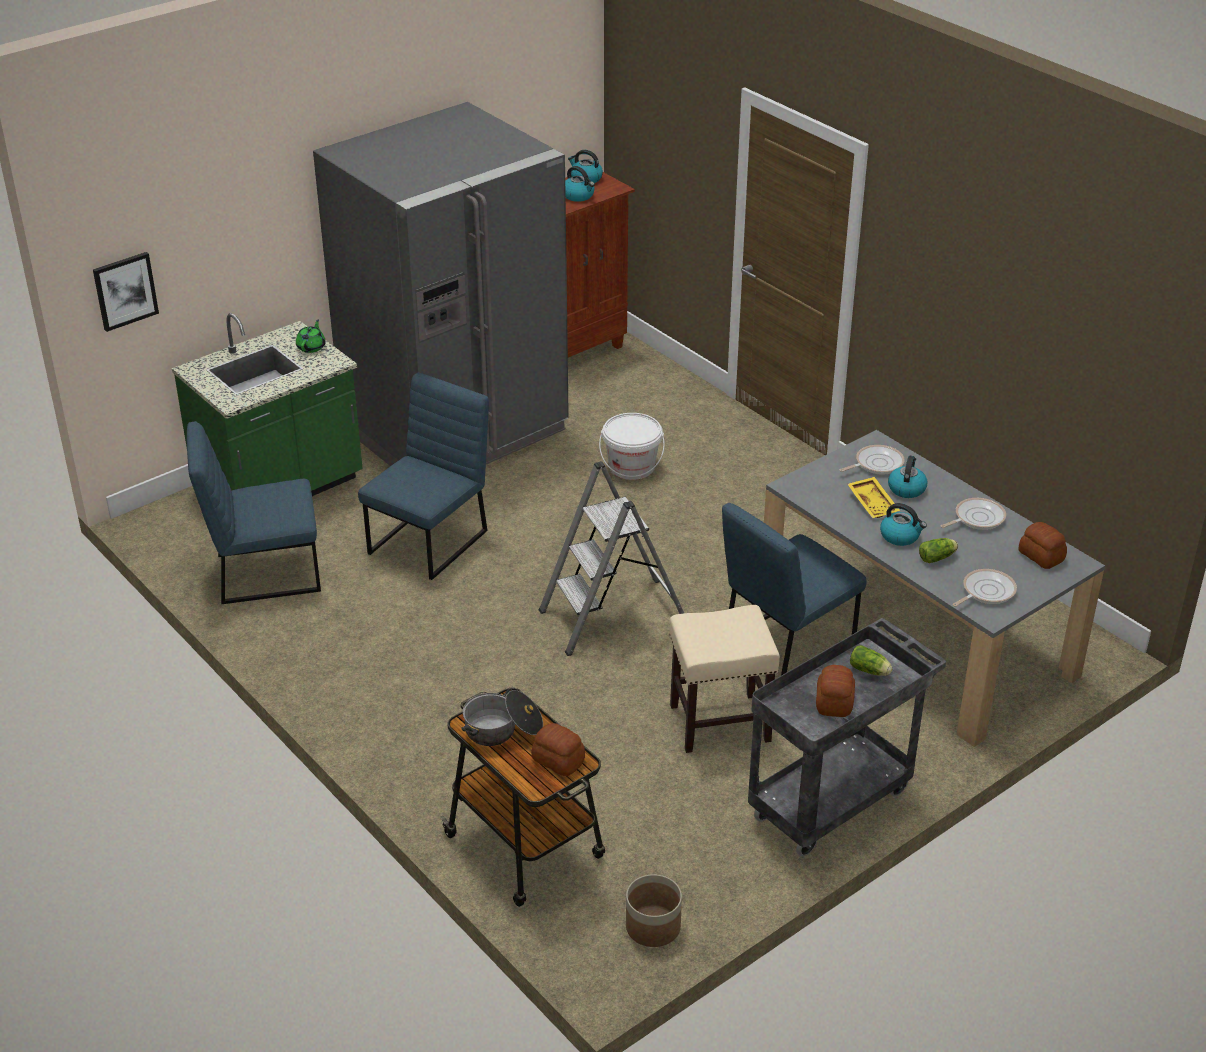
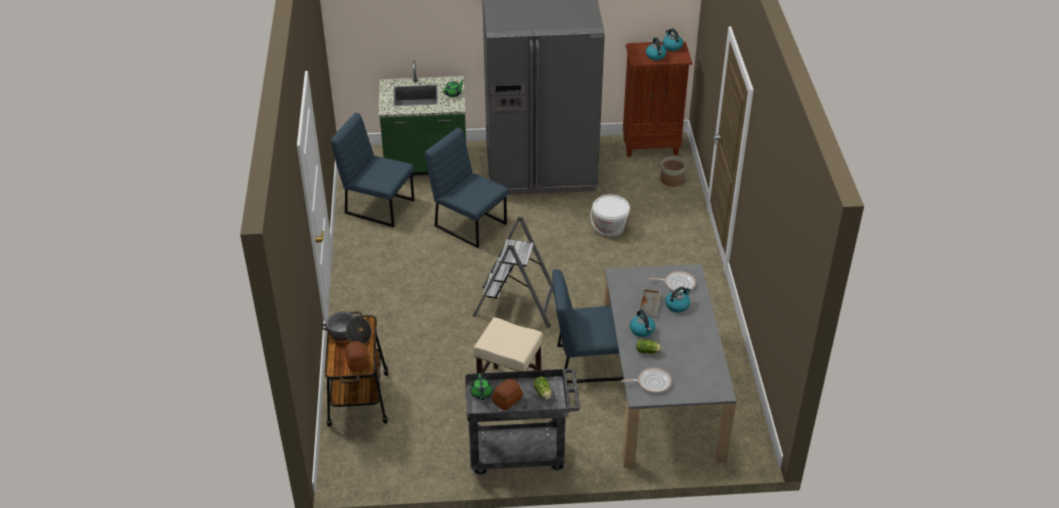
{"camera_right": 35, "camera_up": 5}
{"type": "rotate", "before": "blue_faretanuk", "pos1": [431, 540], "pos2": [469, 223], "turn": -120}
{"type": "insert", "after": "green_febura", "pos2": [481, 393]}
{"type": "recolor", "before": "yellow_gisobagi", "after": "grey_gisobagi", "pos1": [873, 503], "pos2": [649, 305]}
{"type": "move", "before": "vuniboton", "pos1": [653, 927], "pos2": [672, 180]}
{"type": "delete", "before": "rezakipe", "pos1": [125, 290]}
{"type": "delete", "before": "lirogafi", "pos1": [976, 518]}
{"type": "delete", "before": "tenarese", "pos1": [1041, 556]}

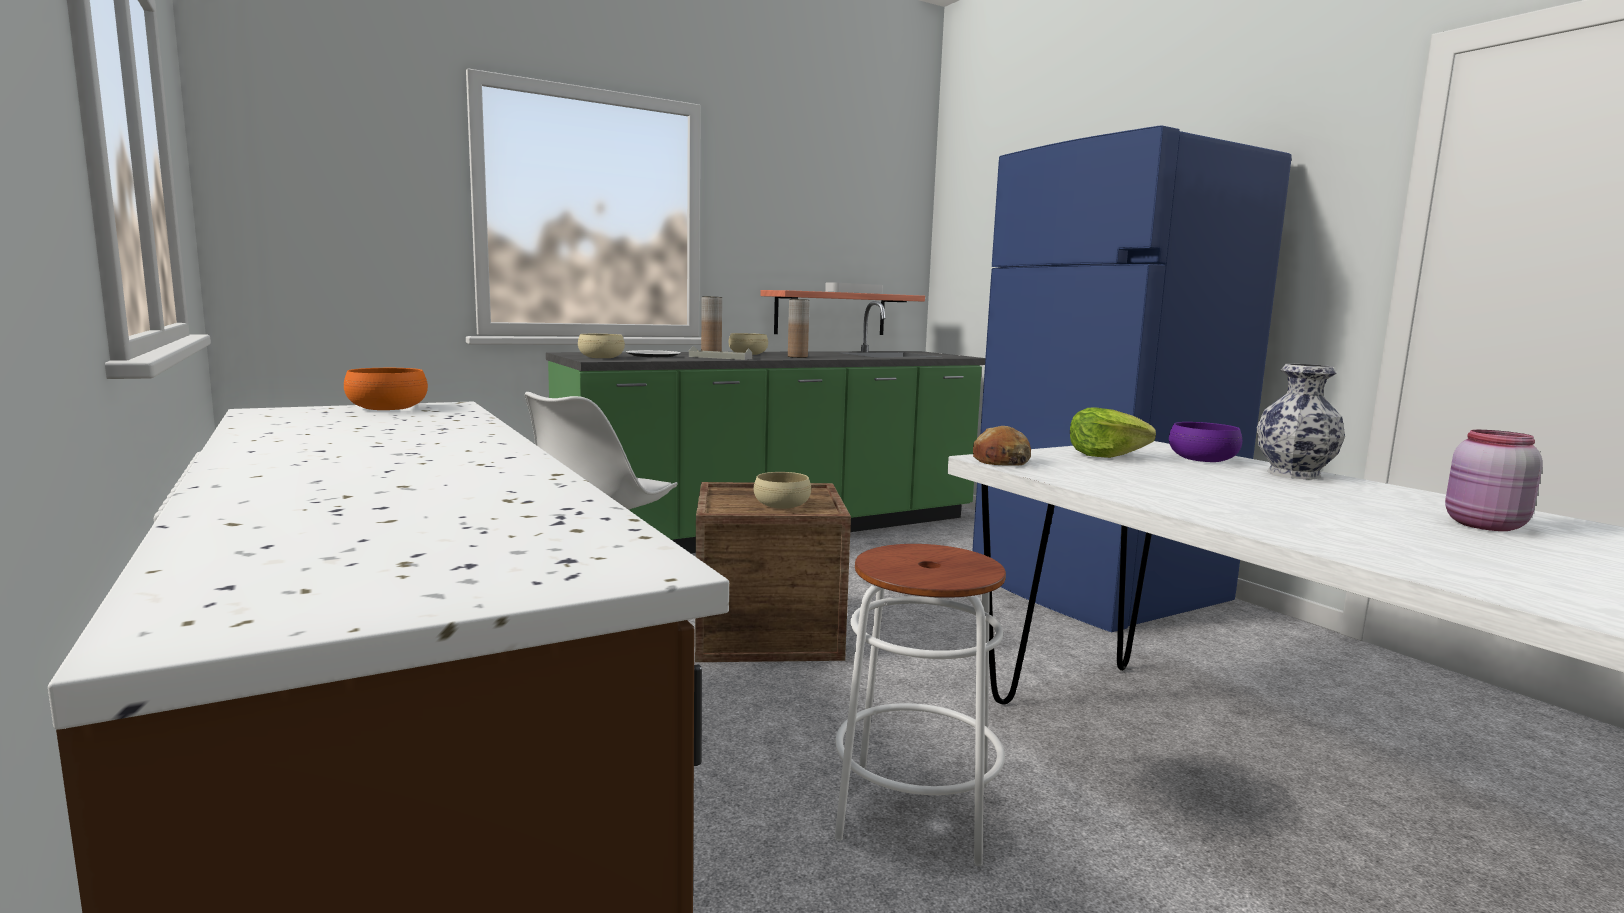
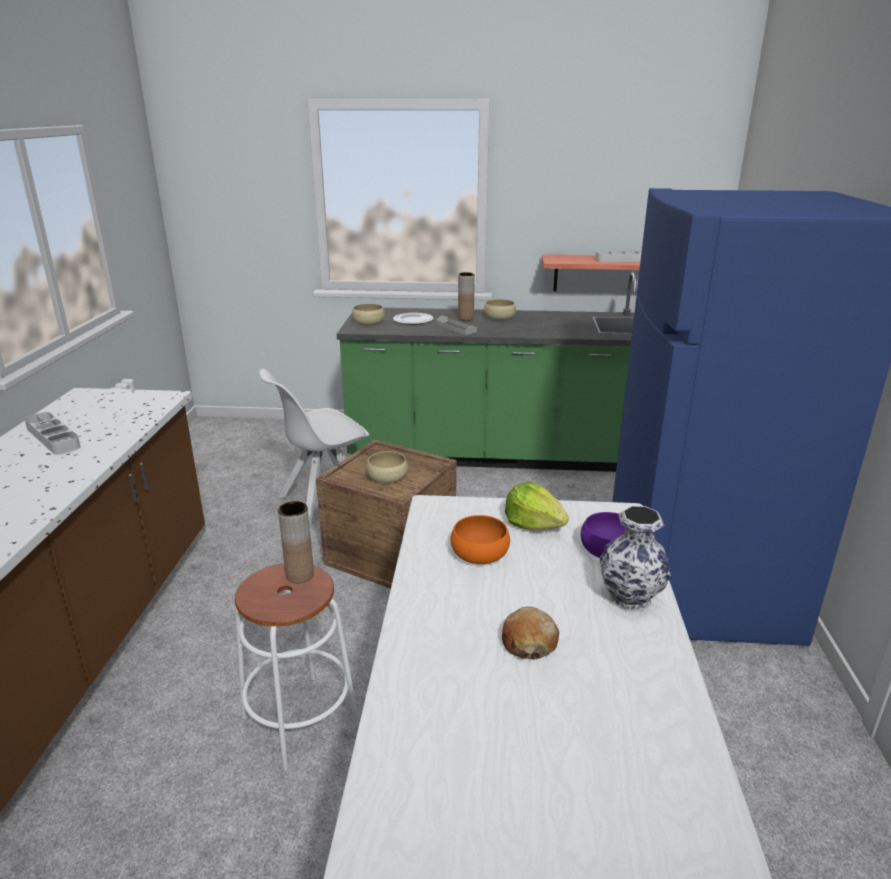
{"camera_right": 35, "camera_up": 15}
{"type": "insert", "after": "grey_gisobagi", "pos2": [53, 437]}
{"type": "move", "before": "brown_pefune", "pos1": [797, 357], "pos2": [300, 575]}
{"type": "move", "before": "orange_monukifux", "pos1": [388, 408], "pos2": [480, 554]}
{"type": "move", "before": "tenarese", "pos1": [1001, 461], "pos2": [529, 642]}
{"type": "delete", "before": "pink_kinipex", "pos1": [1483, 525]}

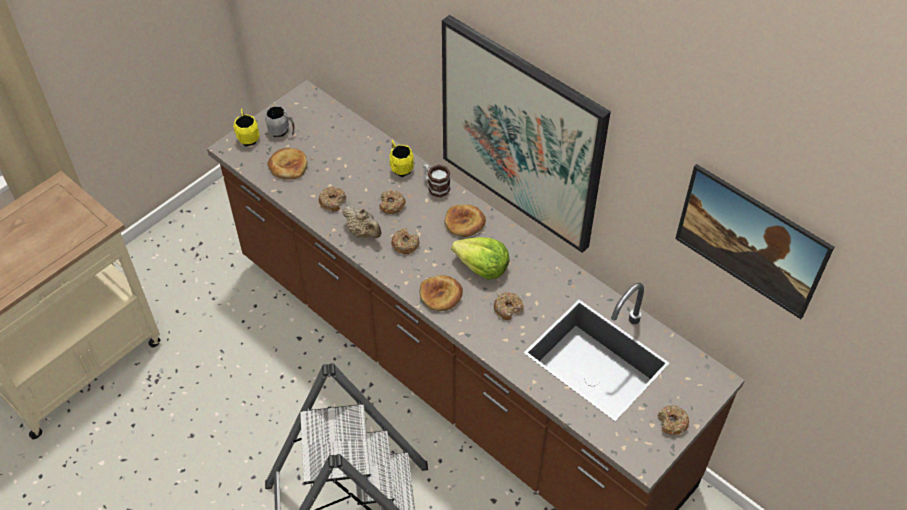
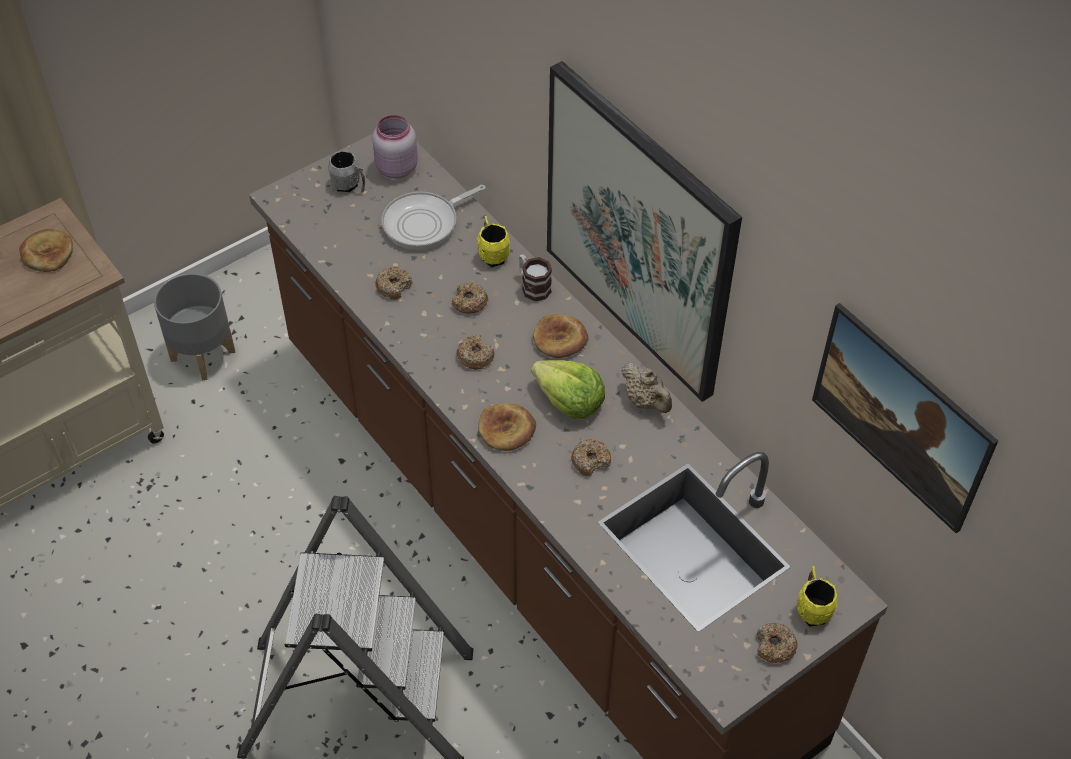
{"camera_right": 10, "camera_up": 0}
{"type": "move", "before": "tenarese", "pos1": [288, 166], "pos2": [47, 253]}
{"type": "insert", "after": "grey_vuniboton", "pos2": [203, 354]}
{"type": "insert", "after": "pink_kinipex", "pos2": [395, 168]}
{"type": "insert", "after": "lirogafi", "pos2": [424, 223]}
{"type": "move", "before": "beige_febura", "pos1": [363, 232], "pos2": [646, 401]}
{"type": "move", "before": "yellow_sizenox", "pos1": [248, 137], "pos2": [812, 608]}

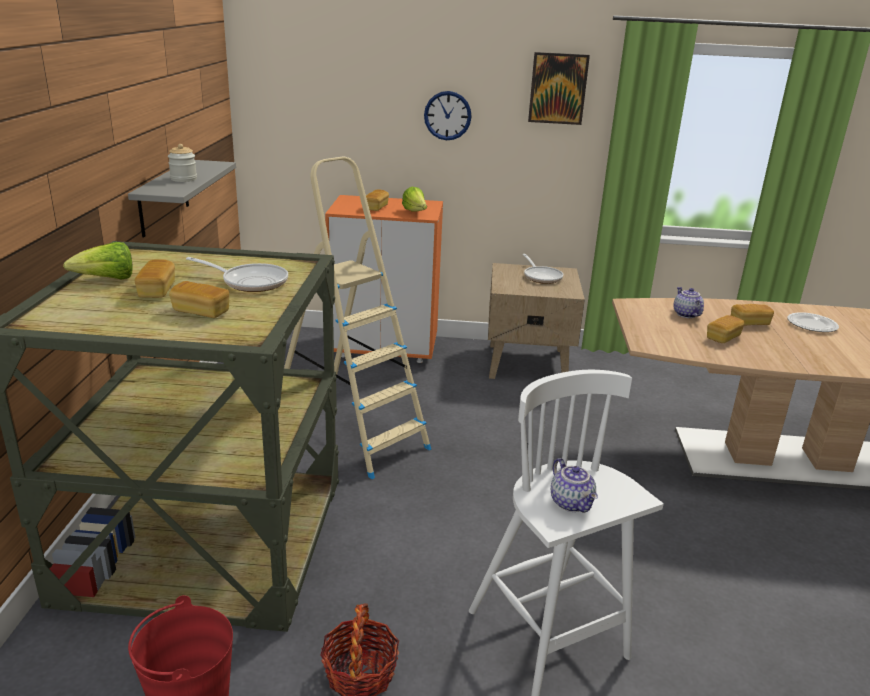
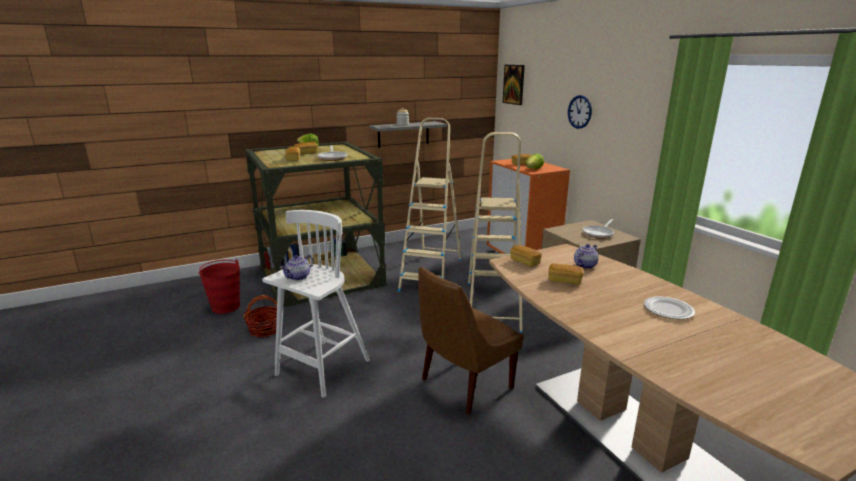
{"camera_right": 60, "camera_up": -5}
{"type": "insert", "after": "brown_faretanuk", "pos2": [464, 385]}
{"type": "insert", "after": "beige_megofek", "pos2": [492, 306]}
{"type": "move", "before": "rezakipe", "pos1": [558, 88], "pos2": [514, 84]}
{"type": "move", "before": "tenarese", "pos1": [749, 323], "pos2": [525, 262]}

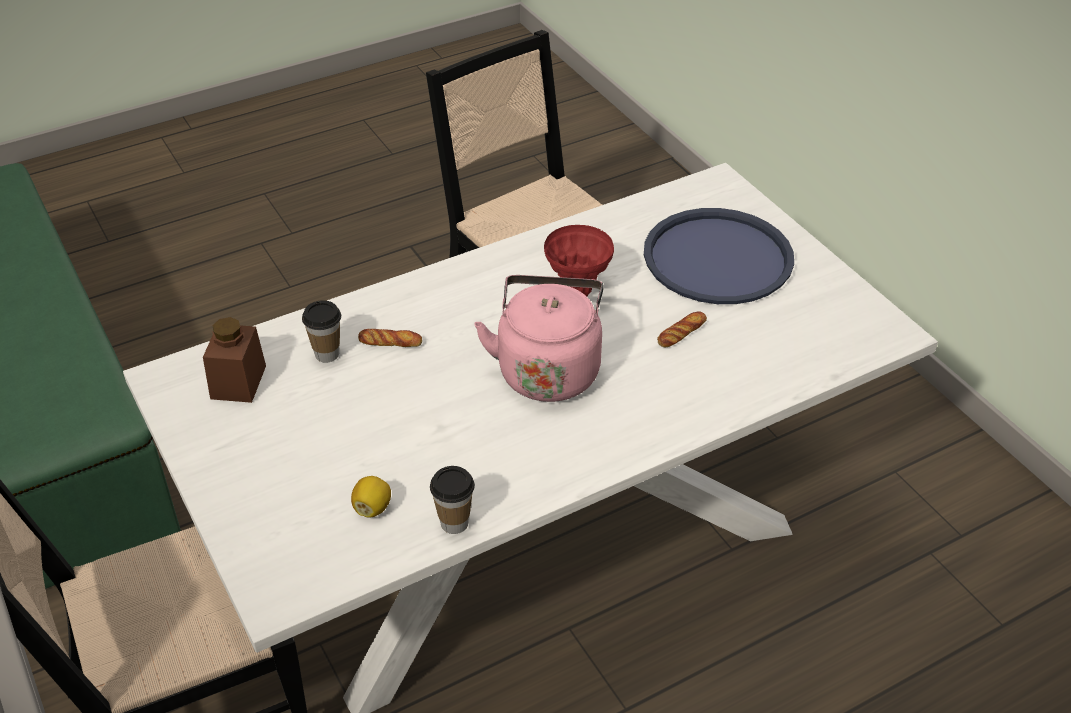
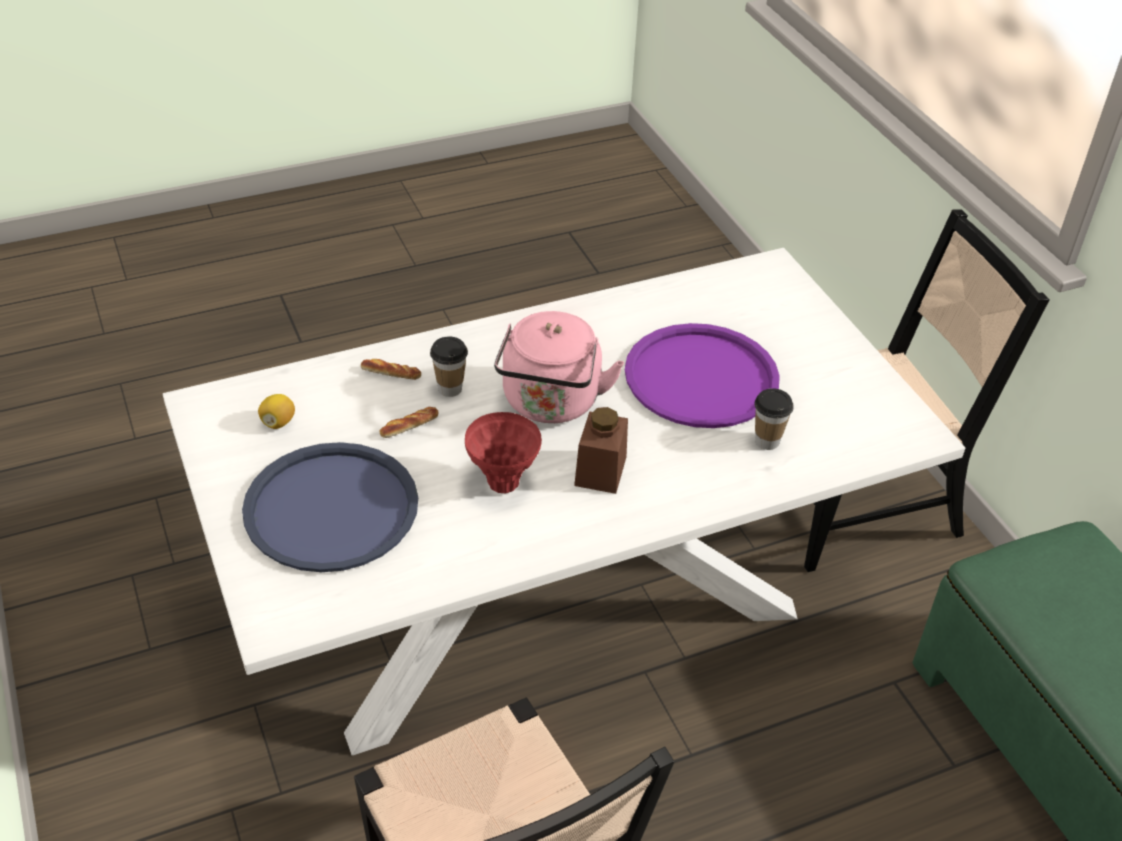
{"camera_right": -175, "camera_up": 0}
{"type": "move", "before": "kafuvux", "pos1": [372, 508], "pos2": [278, 422]}
{"type": "move", "before": "tenarese", "pos1": [390, 342], "pos2": [391, 373]}
{"type": "move", "before": "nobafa", "pos1": [454, 523], "pos2": [450, 389]}
{"type": "move", "before": "brown_kinipex", "pos1": [238, 382], "pos2": [600, 471]}
{"type": "insert", "after": "purple_gisobagi", "pos2": [701, 377]}

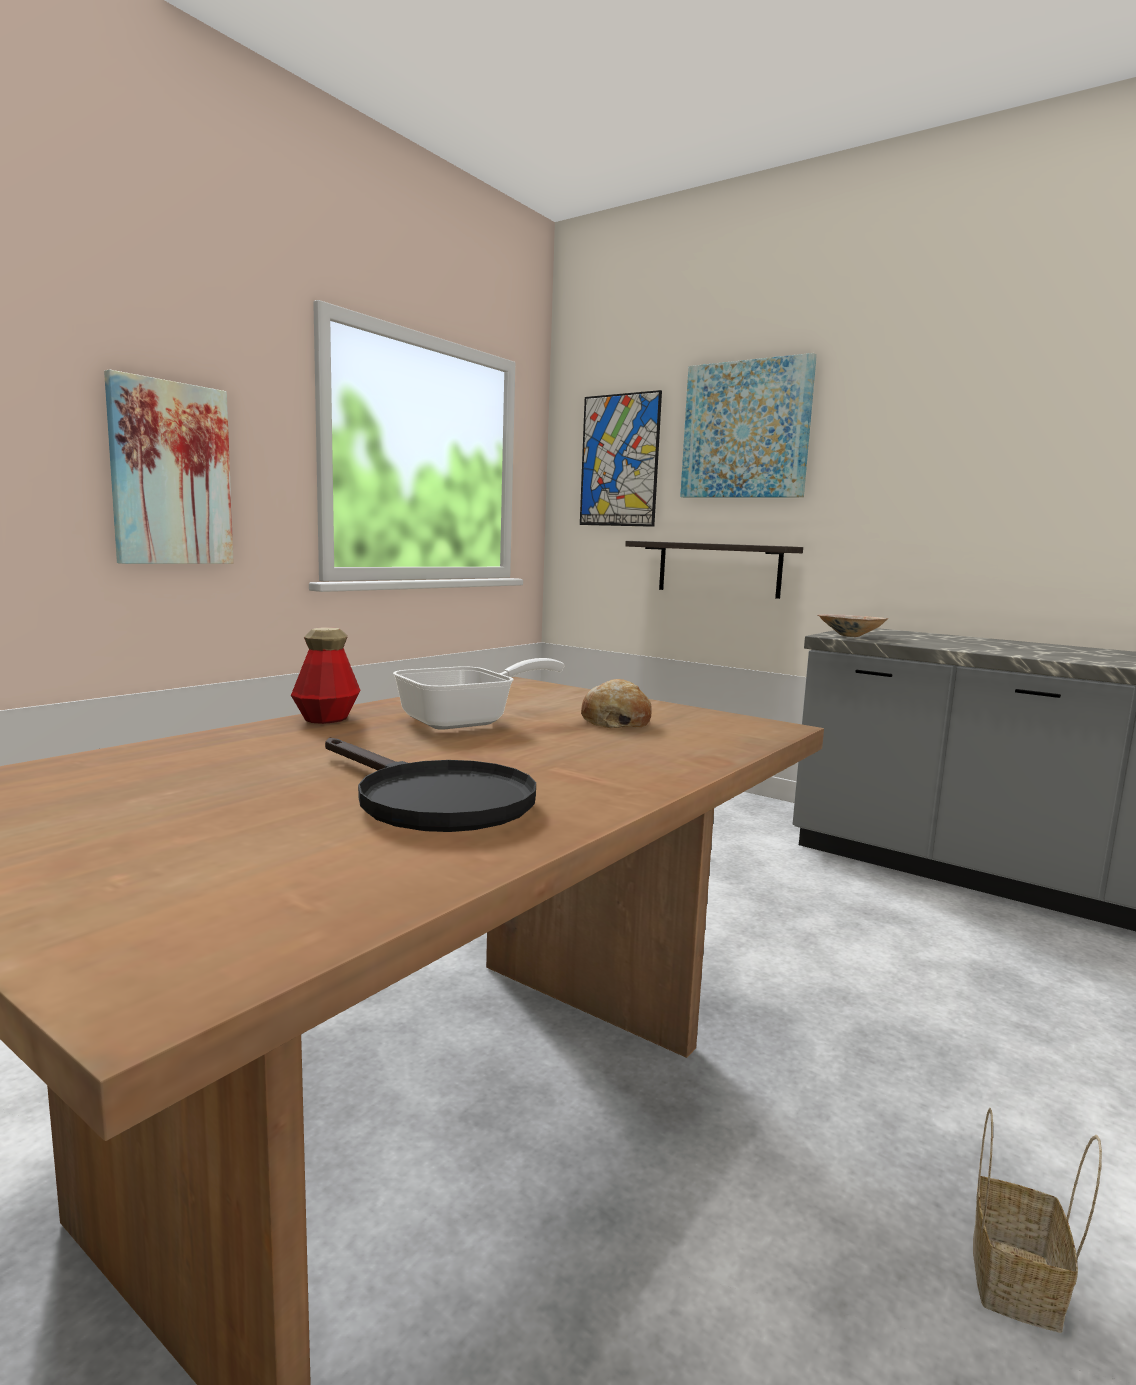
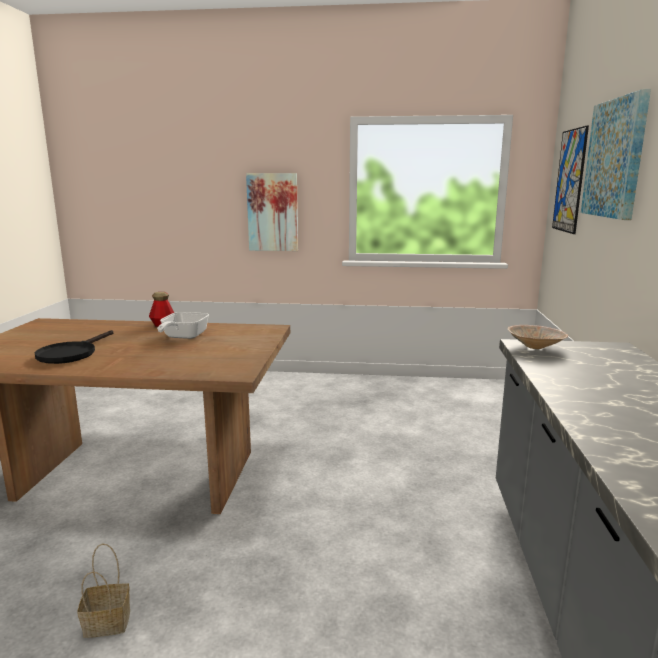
{"camera_right": 60, "camera_up": 5}
{"type": "rotate", "before": "lirogafi", "pos1": [468, 720], "pos2": [182, 337], "turn": 75}
{"type": "delete", "before": "tenarese", "pos1": [615, 721]}
{"type": "delete", "before": "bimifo", "pos1": [718, 569]}

